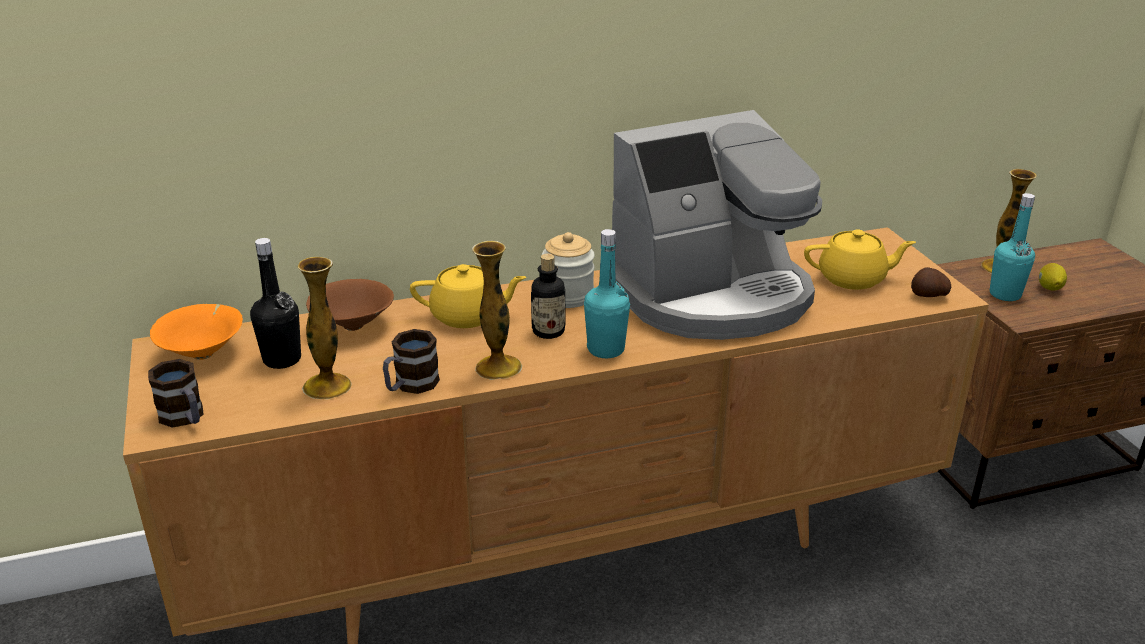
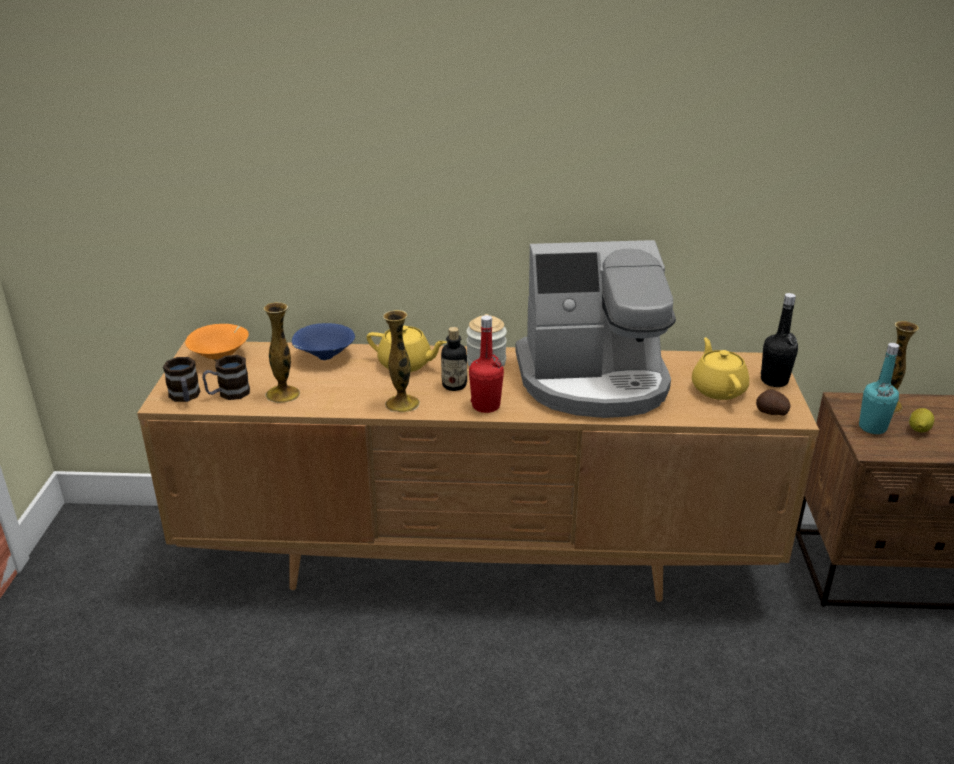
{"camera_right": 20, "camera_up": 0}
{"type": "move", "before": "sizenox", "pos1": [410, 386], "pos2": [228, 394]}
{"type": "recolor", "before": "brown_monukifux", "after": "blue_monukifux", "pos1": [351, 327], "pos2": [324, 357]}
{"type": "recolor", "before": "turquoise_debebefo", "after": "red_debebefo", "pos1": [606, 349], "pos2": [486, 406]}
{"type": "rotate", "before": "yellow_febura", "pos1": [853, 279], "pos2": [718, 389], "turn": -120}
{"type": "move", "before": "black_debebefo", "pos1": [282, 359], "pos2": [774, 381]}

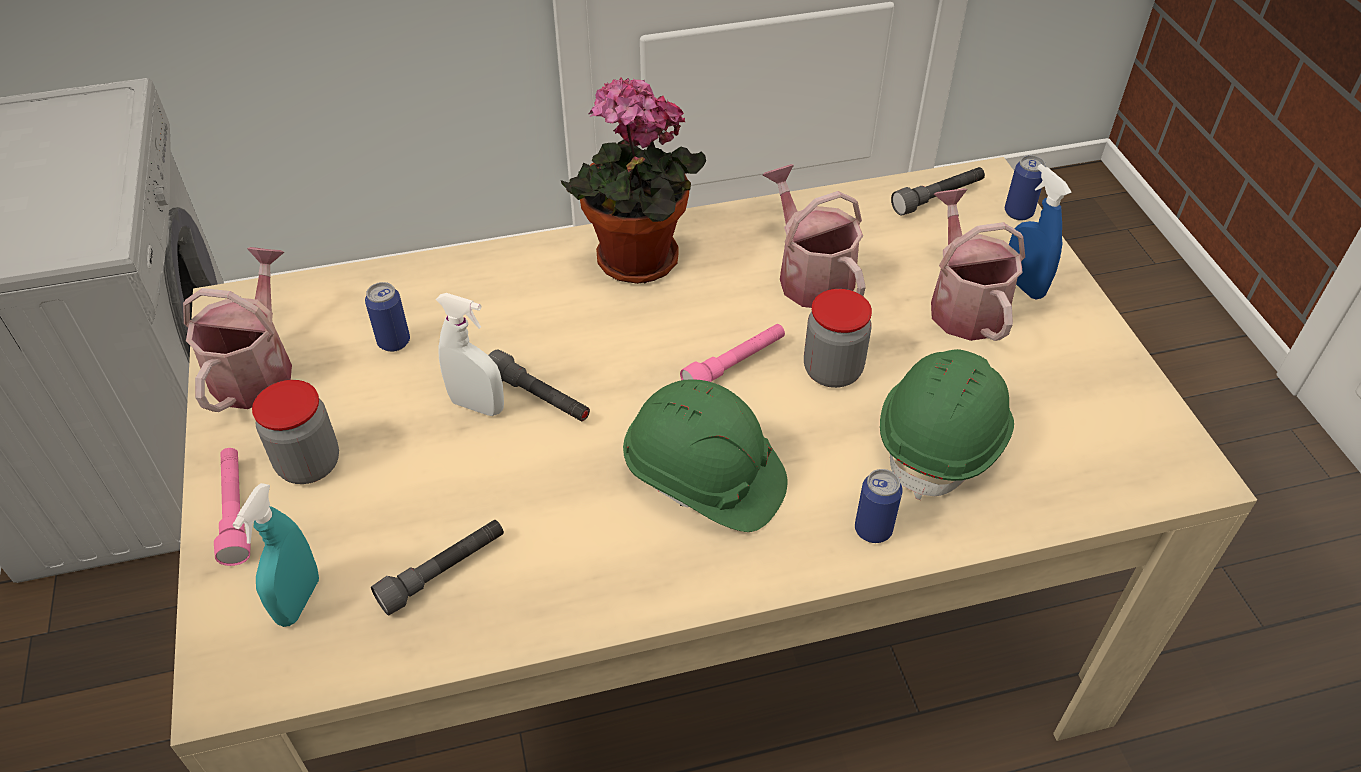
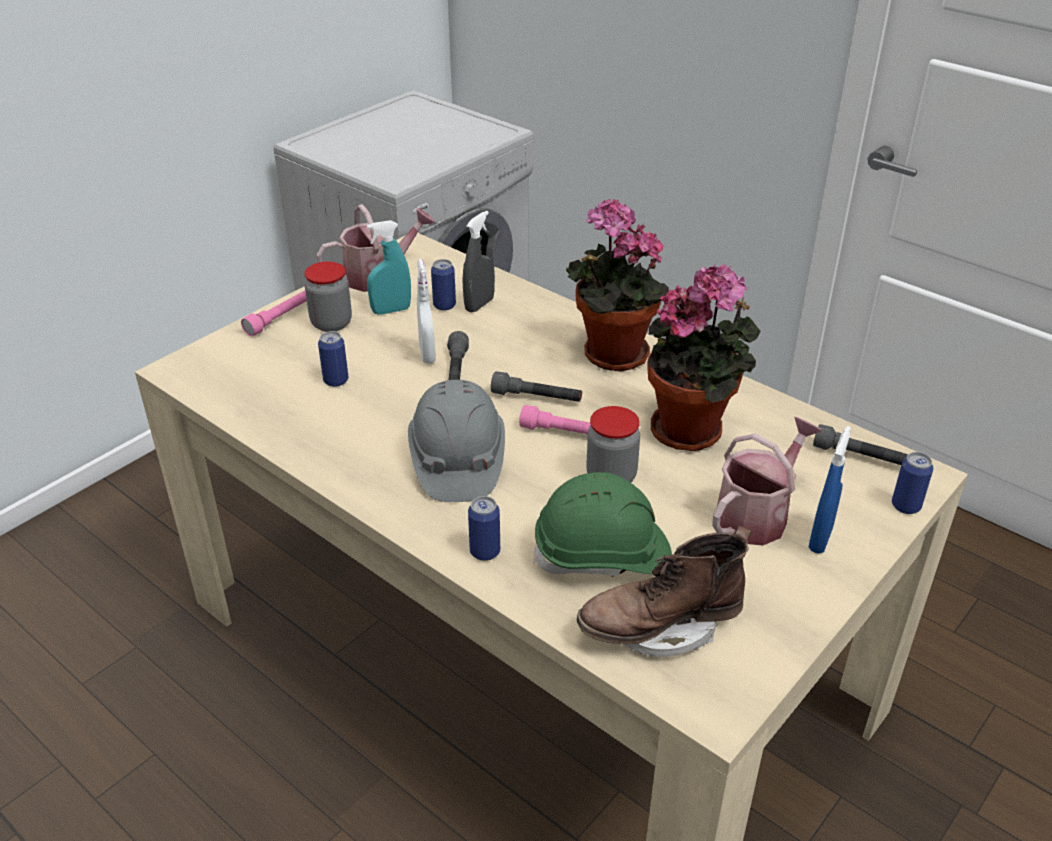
{"camera_right": 55, "camera_up": -10}
{"type": "insert", "after": "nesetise", "pos2": [336, 380]}
{"type": "move", "before": "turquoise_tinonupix", "pos1": [298, 601], "pos2": [391, 310]}
{"type": "recolor", "before": "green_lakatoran", "after": "grey_lakatoran", "pos1": [703, 478], "pos2": [457, 461]}
{"type": "insert", "after": "grey_tinonupix", "pos2": [479, 305]}
{"type": "move", "before": "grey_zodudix", "pos1": [443, 572], "pos2": [536, 398]}
{"type": "insert", "after": "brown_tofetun", "pos2": [660, 628]}
{"type": "replace", "before": "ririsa", "after": "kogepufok", "pos1": [810, 275], "pos2": [693, 430]}

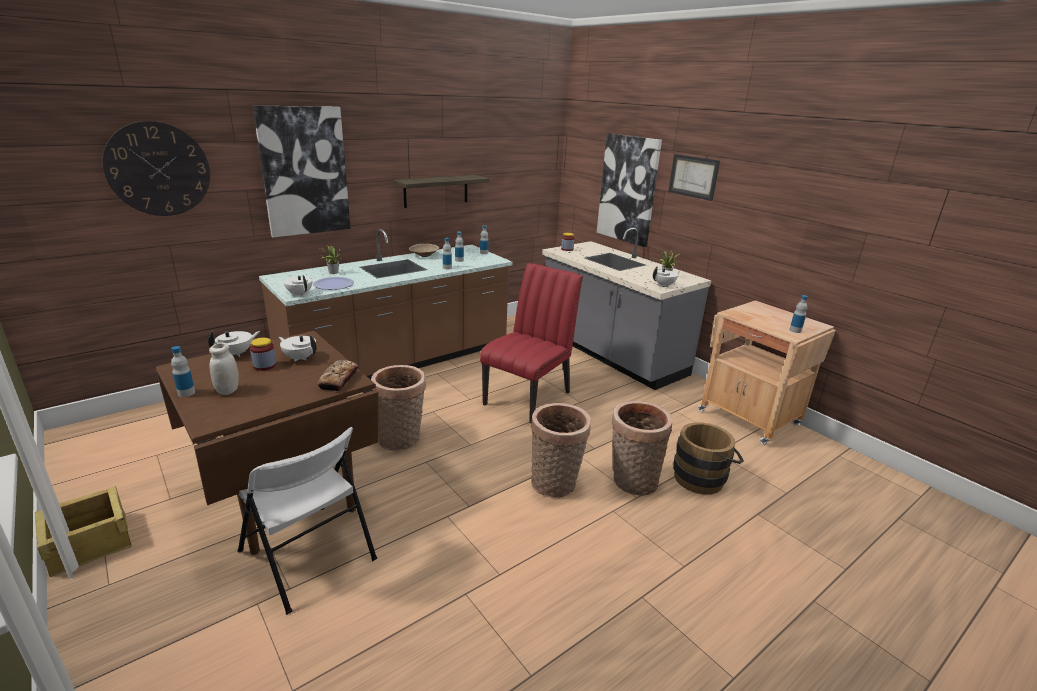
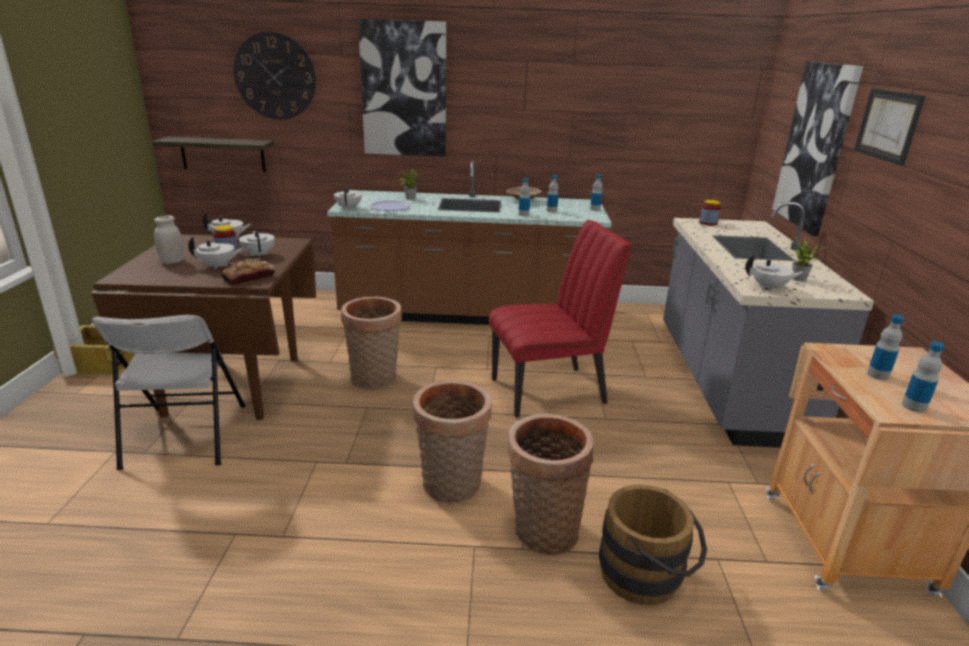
{"camera_right": 40, "camera_up": 0}
{"type": "move", "before": "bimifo", "pos1": [436, 191], "pos2": [223, 154]}
{"type": "insert", "after": "white_febura", "pos2": [218, 266]}
{"type": "move", "before": "debebefo", "pos1": [186, 393], "pos2": [878, 375]}

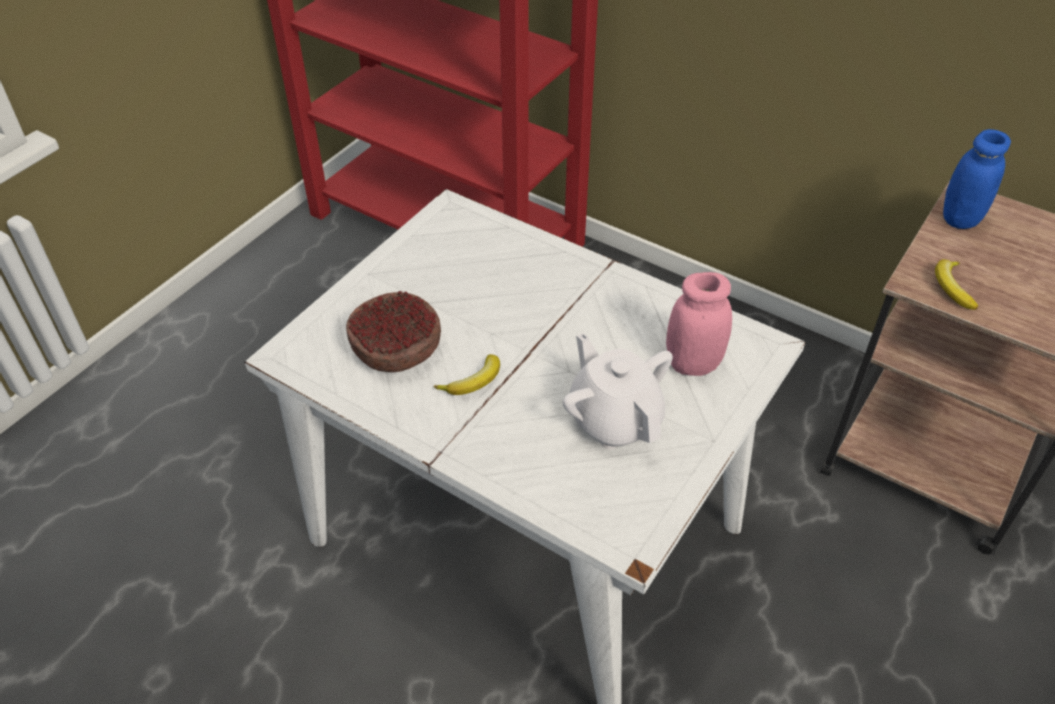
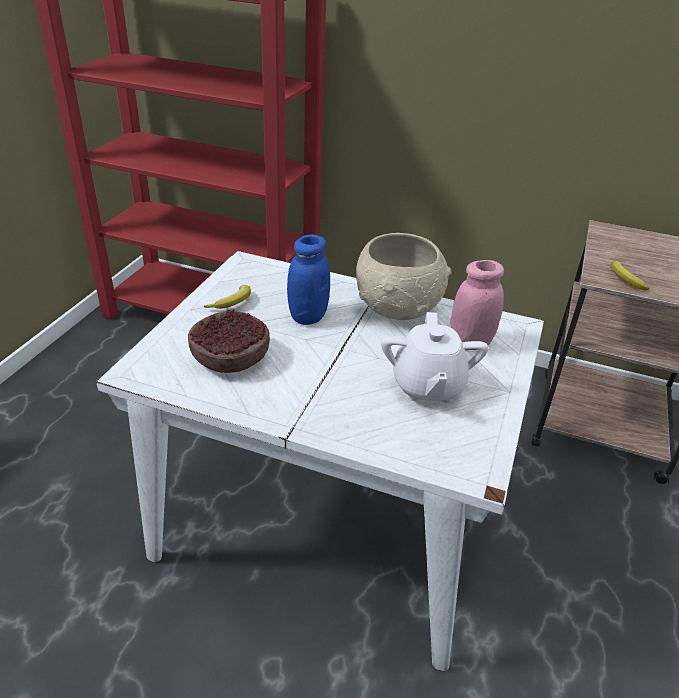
{"camera_right": -15, "camera_up": -10}
{"type": "move", "before": "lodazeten", "pos1": [473, 382], "pos2": [233, 303]}
{"type": "move", "before": "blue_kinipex", "pos1": [960, 218], "pos2": [308, 316]}
{"type": "insert", "after": "beige_monukifux", "pos2": [399, 309]}
{"type": "rotate", "before": "white_febura", "pos1": [614, 419], "pos2": [427, 386], "turn": -135}

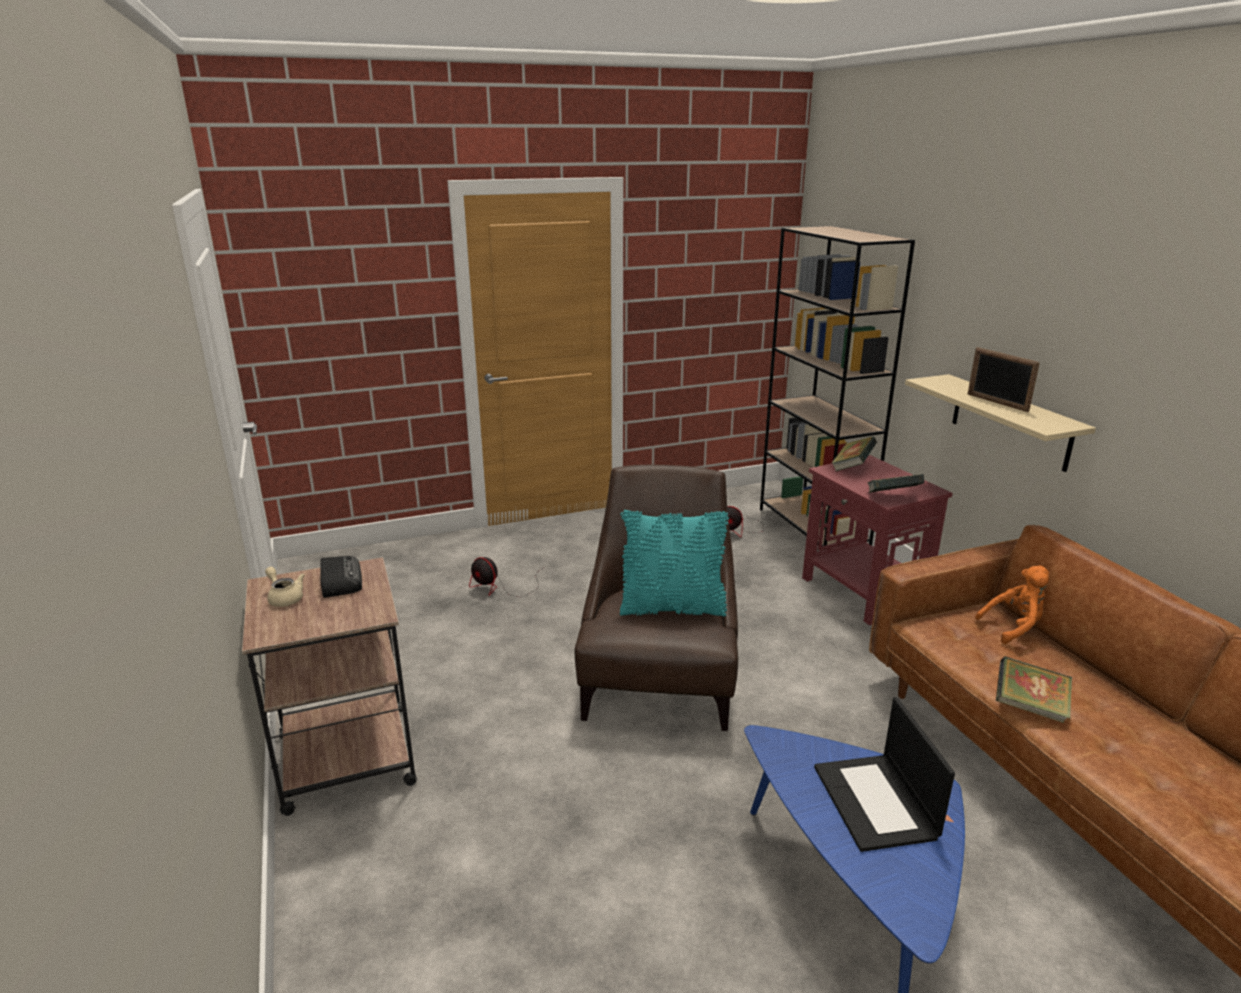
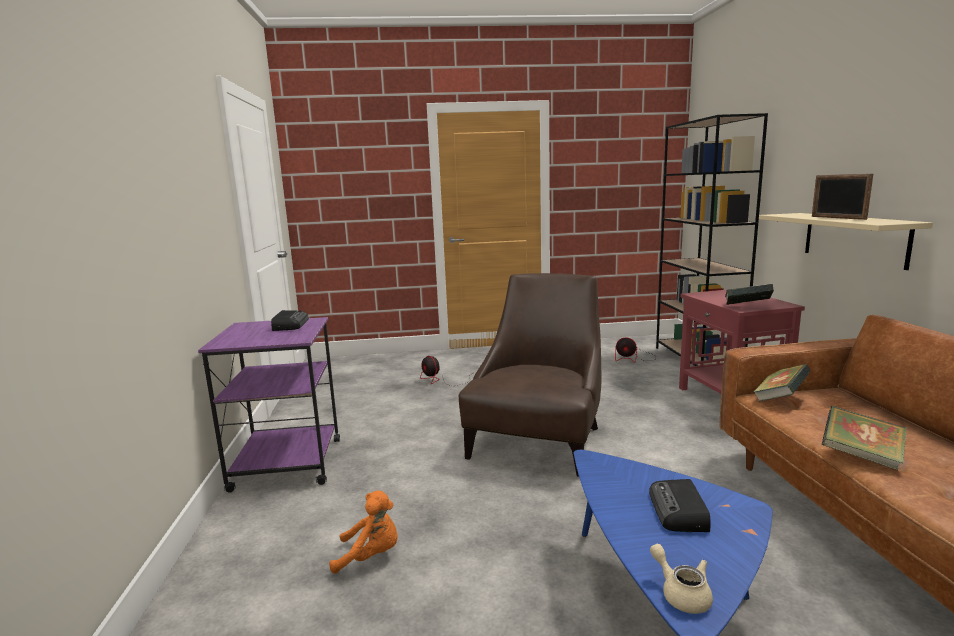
{"camera_right": 15, "camera_up": -10}
{"type": "recolor", "before": "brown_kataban", "after": "purple_kataban", "pos1": [346, 756], "pos2": [287, 463]}
{"type": "move", "before": "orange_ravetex", "pos1": [1015, 627], "pos2": [371, 556]}
{"type": "replace", "before": "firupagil", "after": "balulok", "pos1": [876, 802], "pos2": [679, 511]}
{"type": "move", "before": "beige_febura", "pos1": [284, 597], "pos2": [681, 593]}
{"type": "move", "before": "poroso", "pos1": [852, 467], "pos2": [780, 398]}
{"type": "delete", "before": "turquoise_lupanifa", "pos1": [672, 608]}

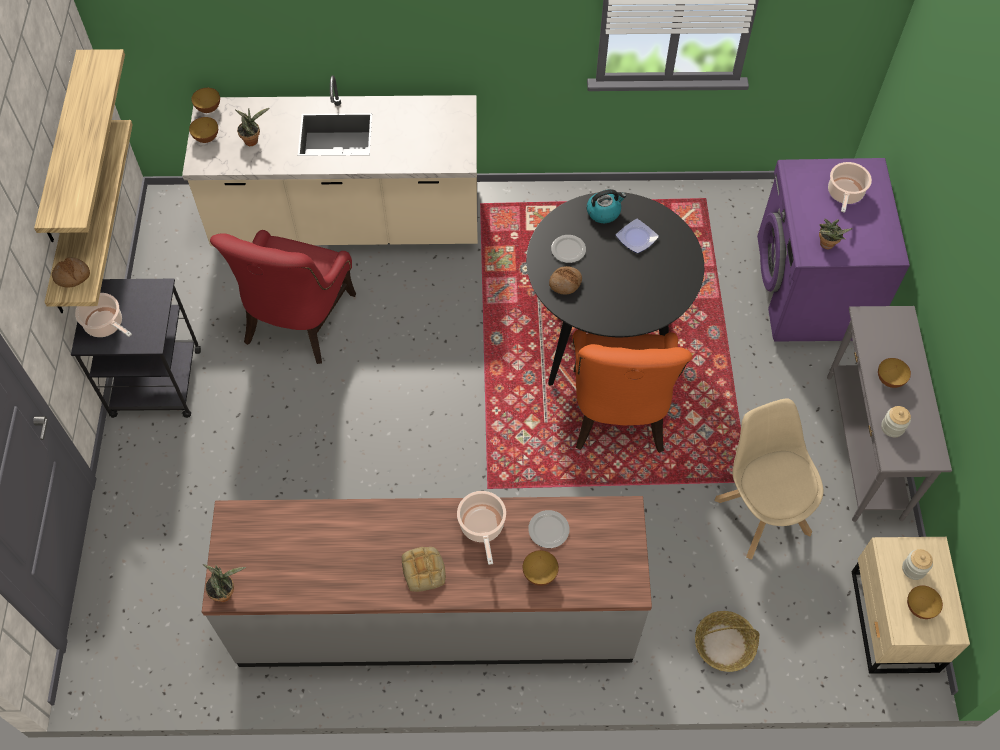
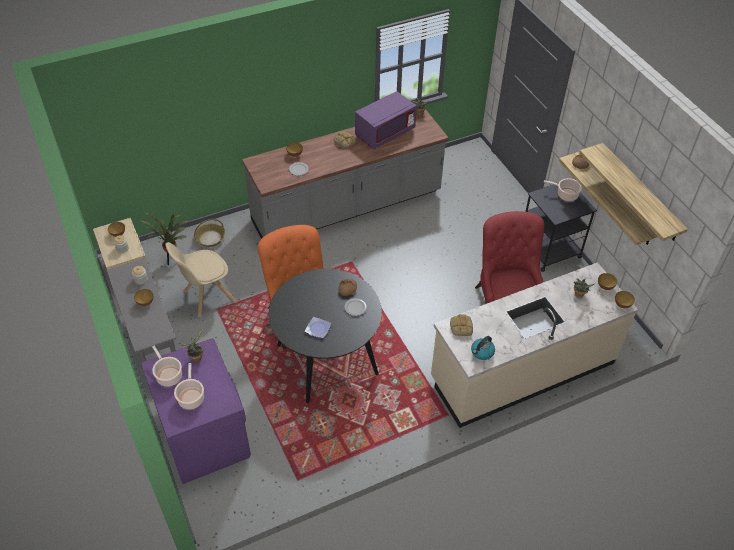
{"camera_right": 155, "camera_up": -10}
{"type": "insert", "after": "kogepufok", "pos2": [173, 261]}
{"type": "move", "before": "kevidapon", "pos1": [482, 527], "pos2": [168, 375]}
{"type": "rotate", "before": "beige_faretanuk", "pos1": [760, 511], "pos2": [206, 297], "turn": 105}
{"type": "insert", "after": "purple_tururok", "pos2": [385, 133]}
{"type": "insert", "after": "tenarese", "pos2": [460, 327]}
{"type": "move", "before": "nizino", "pos1": [604, 212], "pos2": [482, 352]}

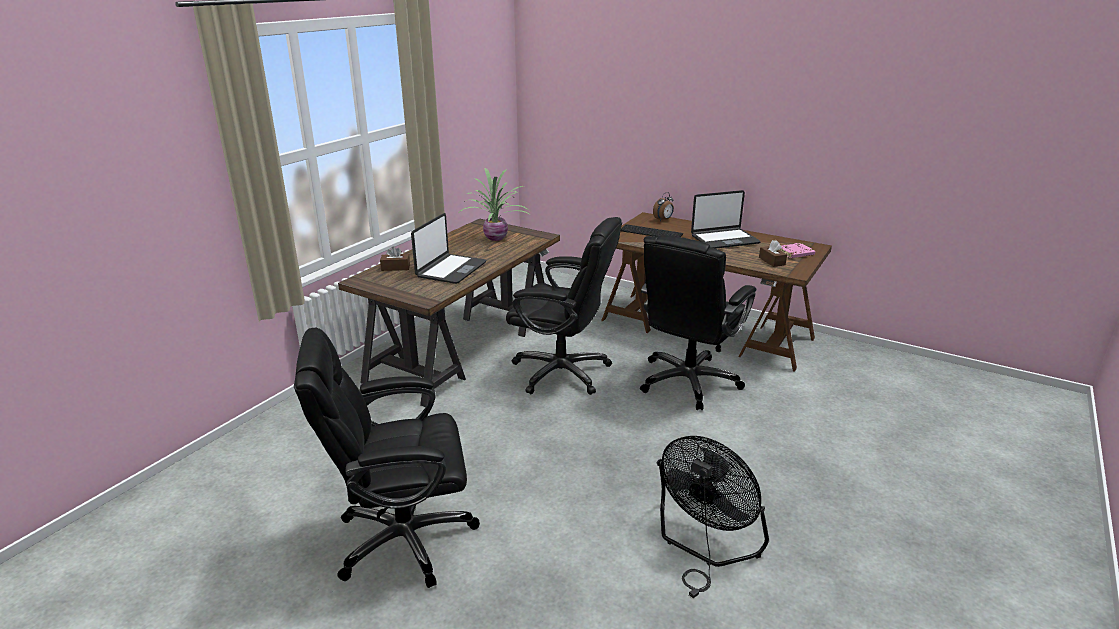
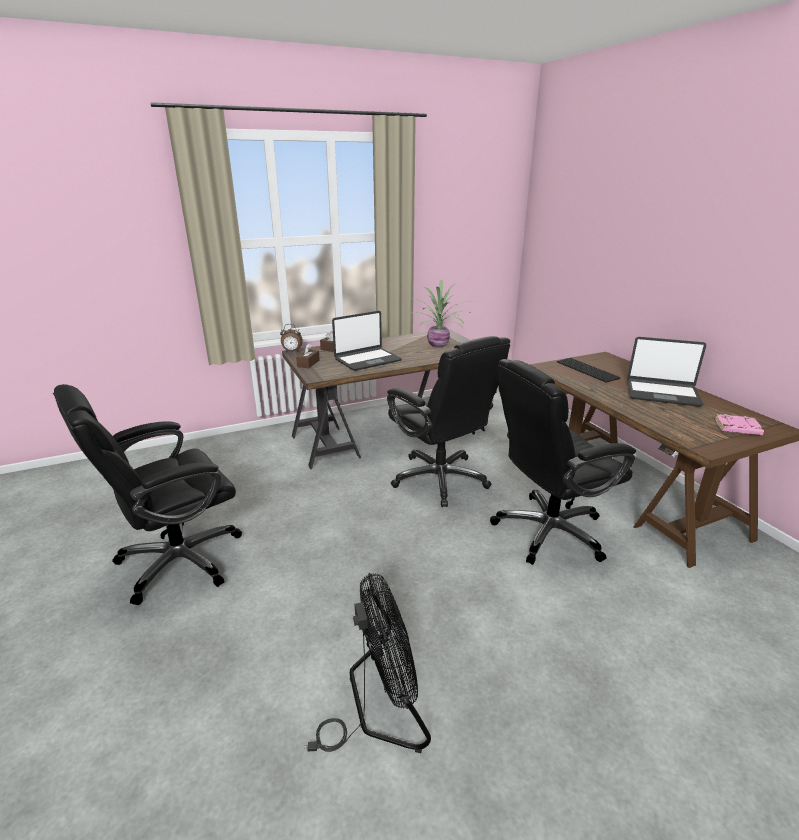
{"camera_right": 35, "camera_up": 0}
{"type": "rotate", "before": "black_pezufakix", "pos1": [404, 538], "pos2": [180, 560], "turn": -60}
{"type": "move", "before": "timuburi", "pos1": [663, 220], "pos2": [292, 352]}
{"type": "move", "before": "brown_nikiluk", "pos1": [772, 261], "pos2": [308, 363]}

